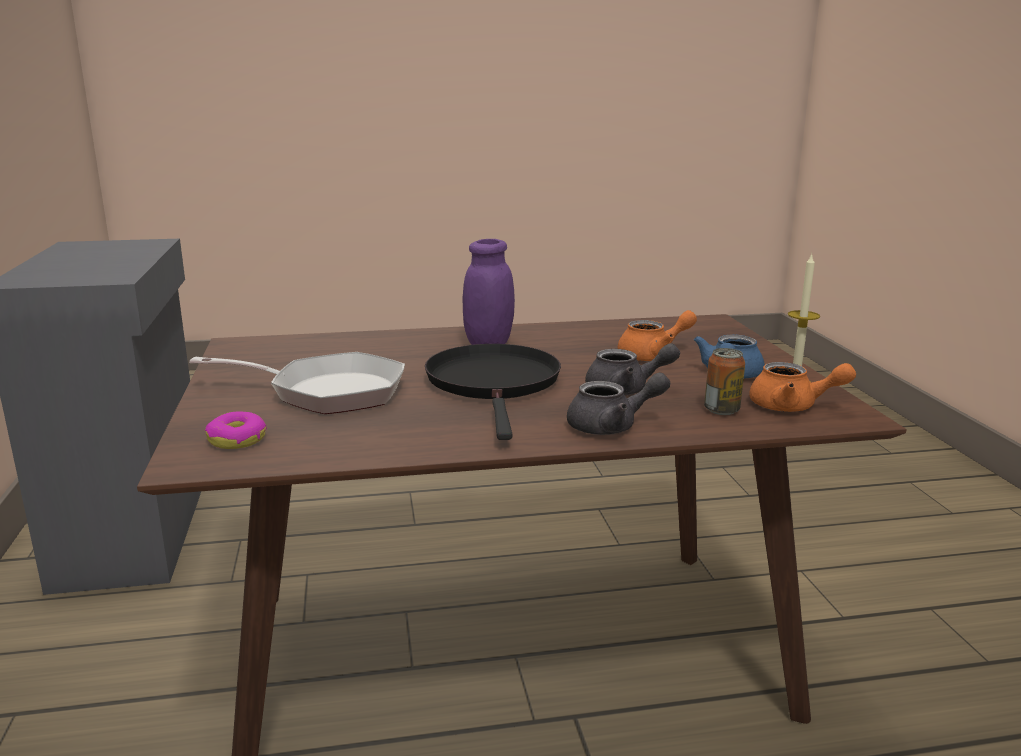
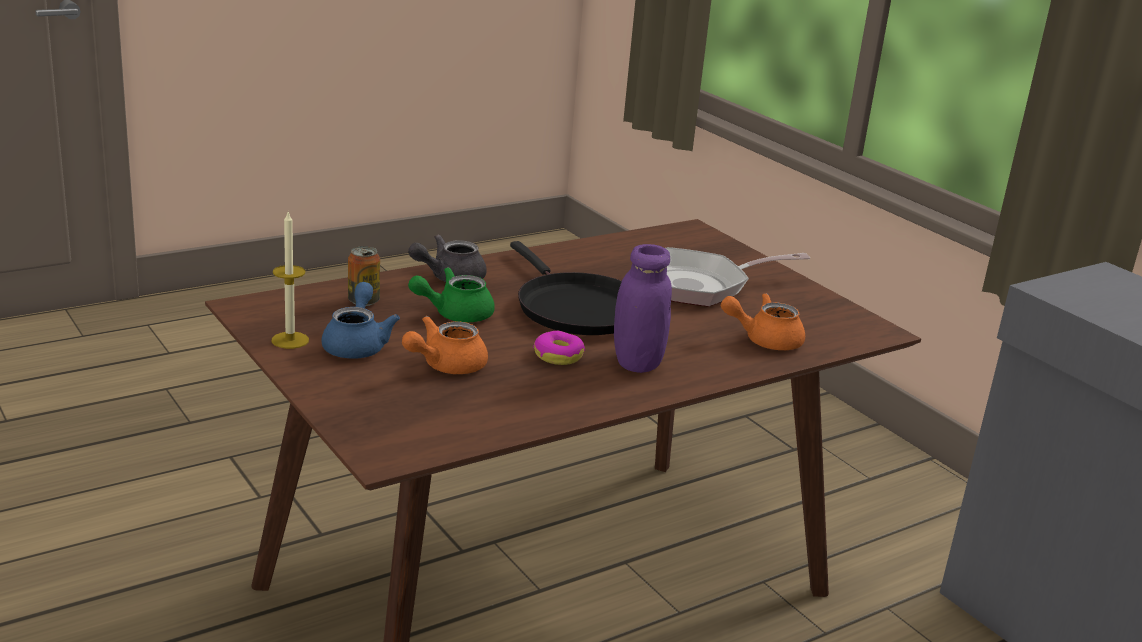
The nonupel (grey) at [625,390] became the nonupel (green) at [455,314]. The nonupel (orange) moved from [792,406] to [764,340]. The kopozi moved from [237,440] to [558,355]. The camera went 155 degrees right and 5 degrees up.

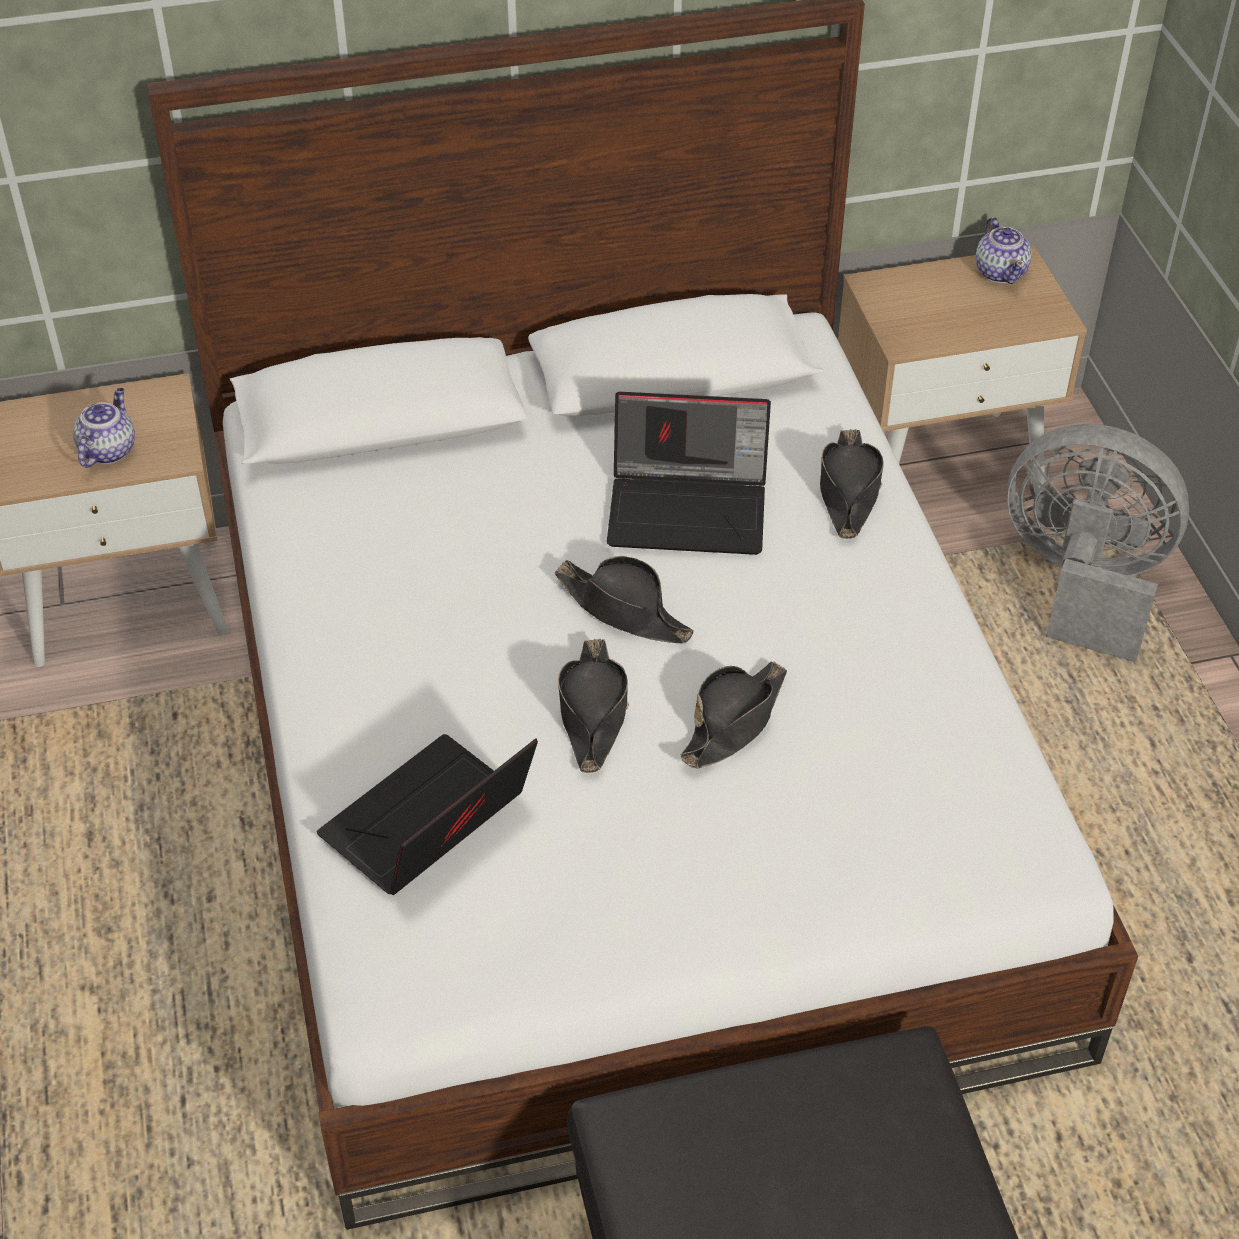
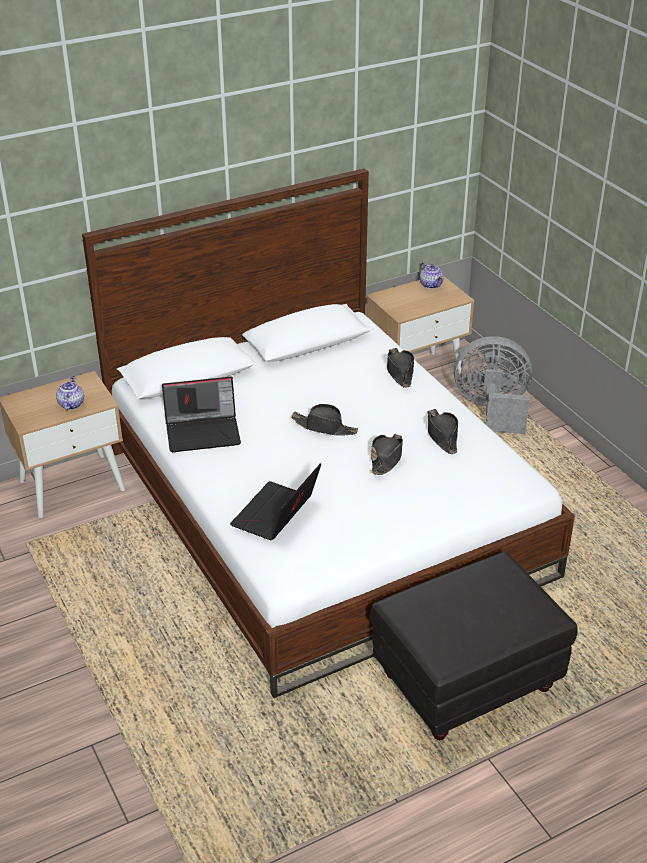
The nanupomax moved from [690,508] to [204,432]. The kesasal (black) moved from [593,713] to [442,435]. The camera went 15 degrees left and 10 degrees down.

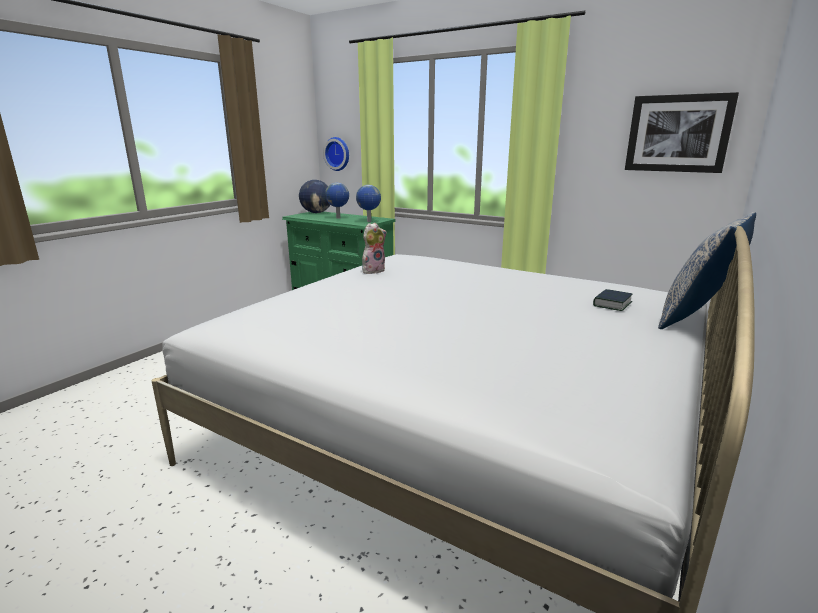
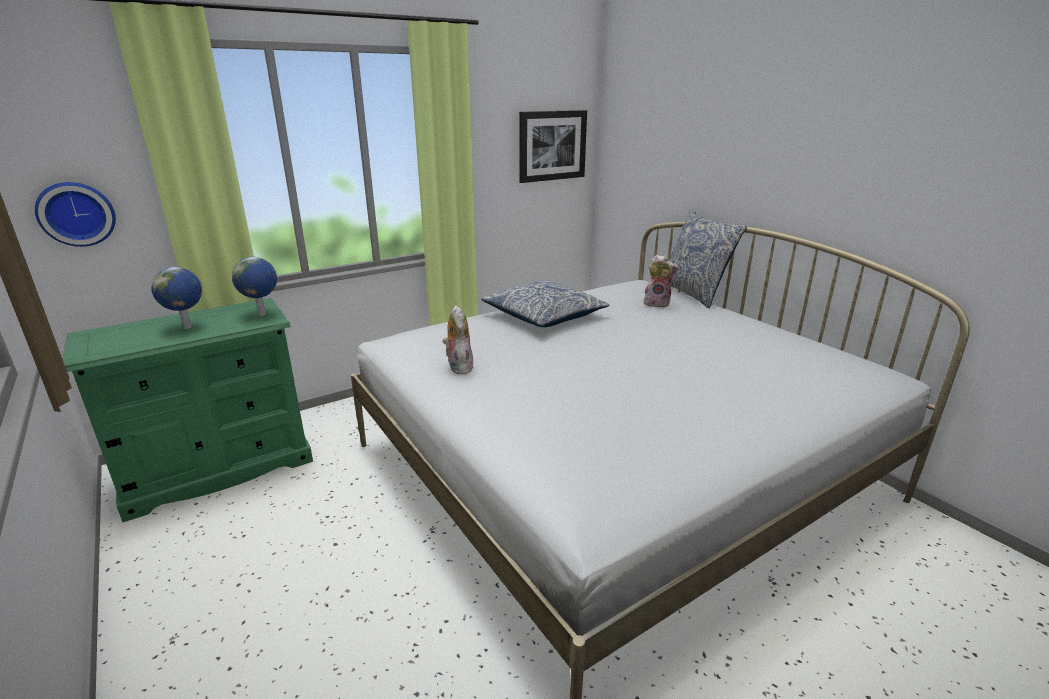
The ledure at [316,213] disappeared. The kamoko at [612,304] was replaced by the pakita at [657,303]. The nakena at [544,315] appeared. The camera went 65 degrees left and 5 degrees up.

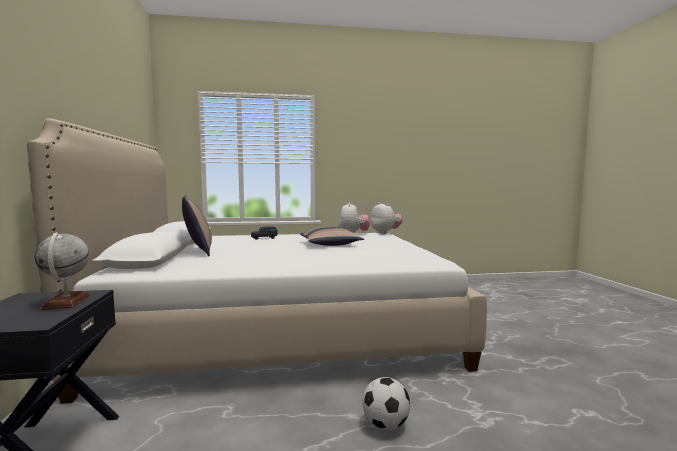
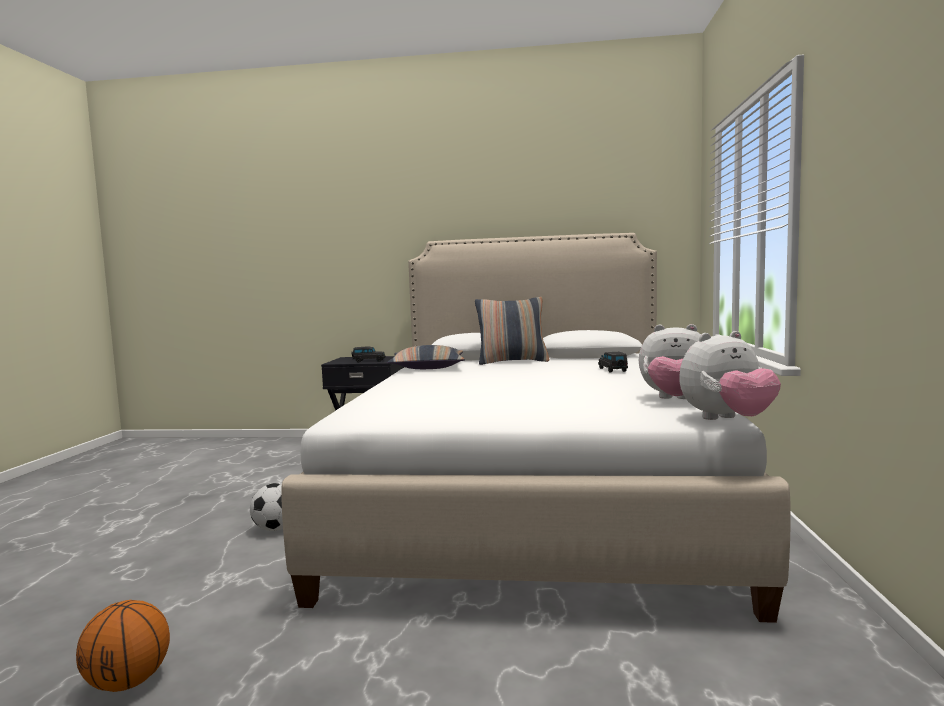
The nakena moved from [330,244] to [428,367]. The ledure at [66,302] was replaced by the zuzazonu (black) at [368,361]. The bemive at [128,682] appeared. The camera went 105 degrees right and 0 degrees up.

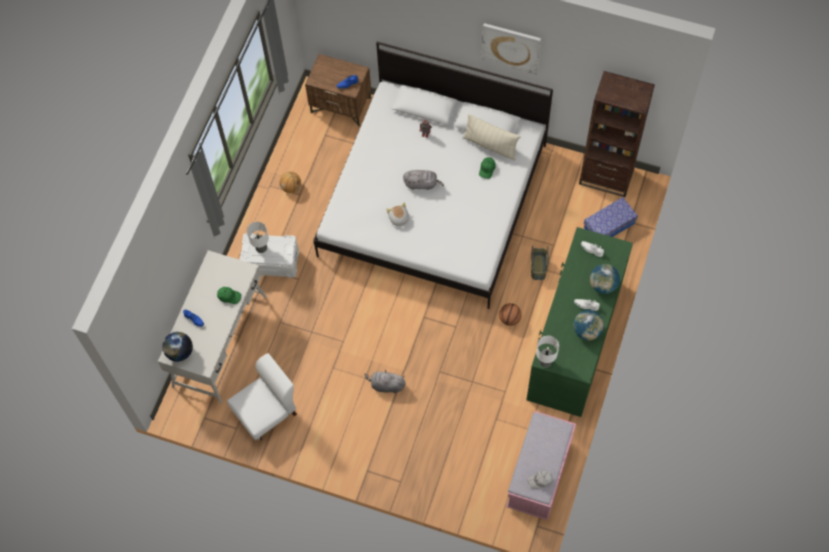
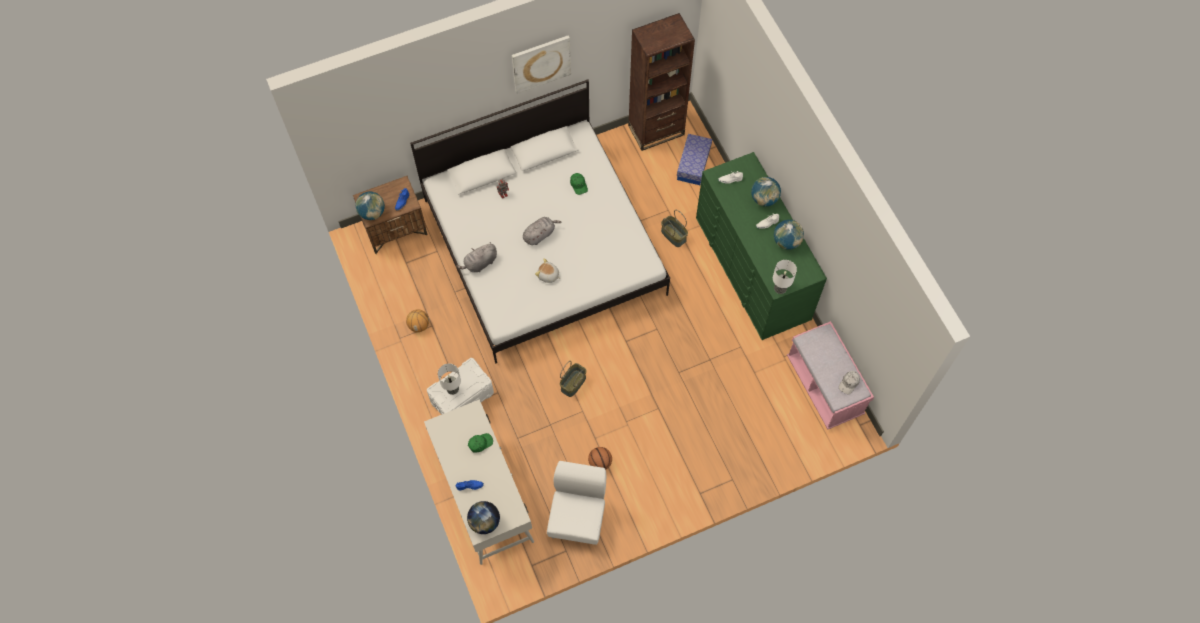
The nakena (beige) at [490,145] disappeared. The bemive moved from [509,318] to [600,462]. The pakita (grey) moved from [386,385] to [480,263]. The ledure at [372,213] appeared. The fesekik at [573,383] appeared. The camera went 45 degrees left and 0 degrees up.

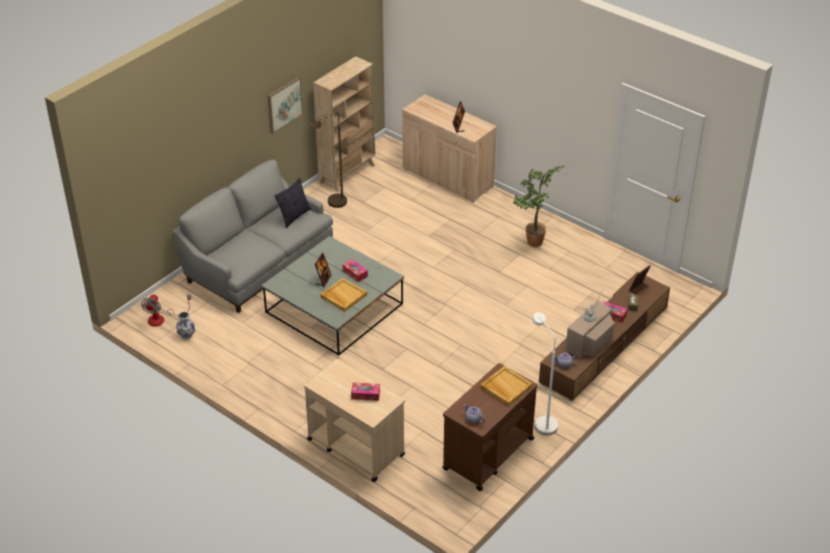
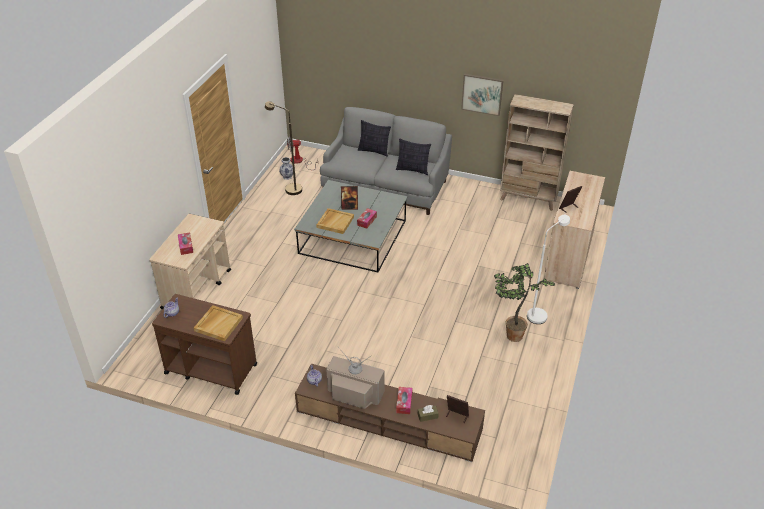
The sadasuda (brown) moved from [333,204] to [289,189]. The sadasuda (white) moved from [542,422] to [539,313]. The nakena at [374,151] appeared. The camera went 70 degrees right and 0 degrees up.

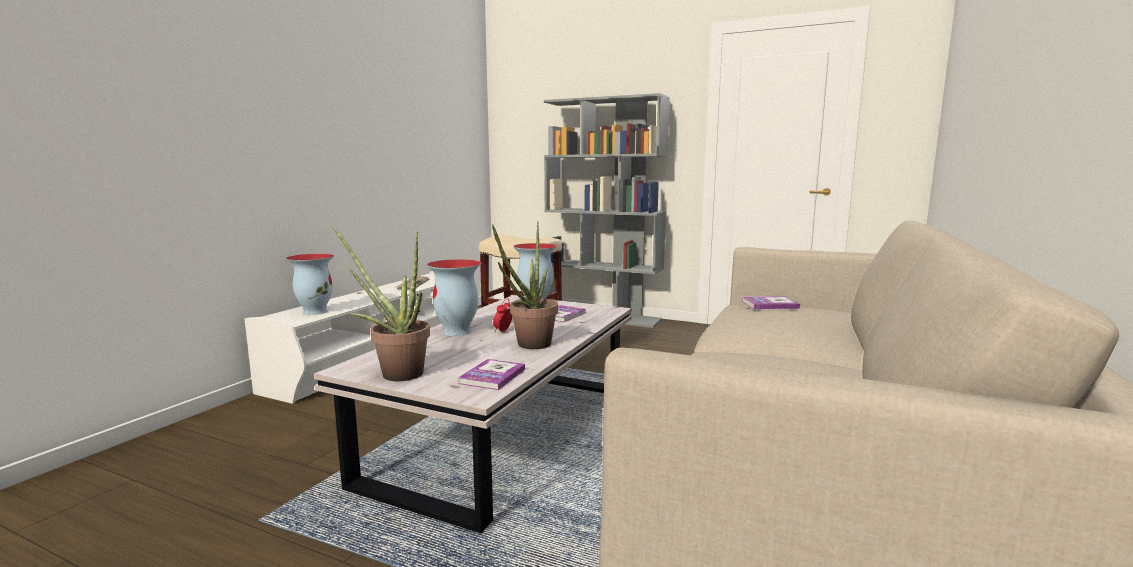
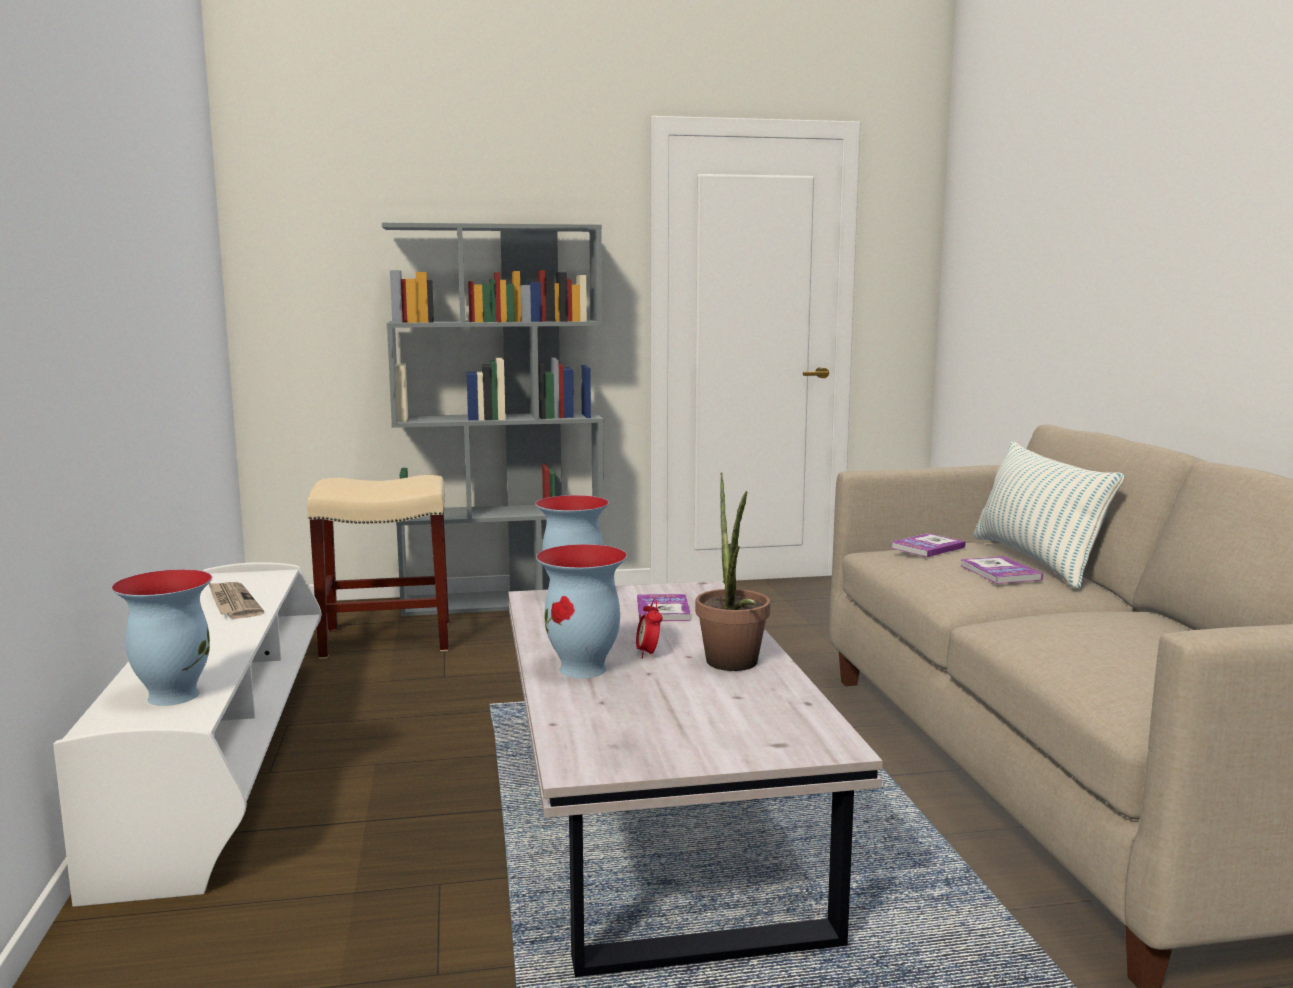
The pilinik at [395,373] disappeared. The kamoko moved from [492,376] to [1000,572]. The nakena at [1035,560] appeared. The camera went 35 degrees left and 0 degrees up.

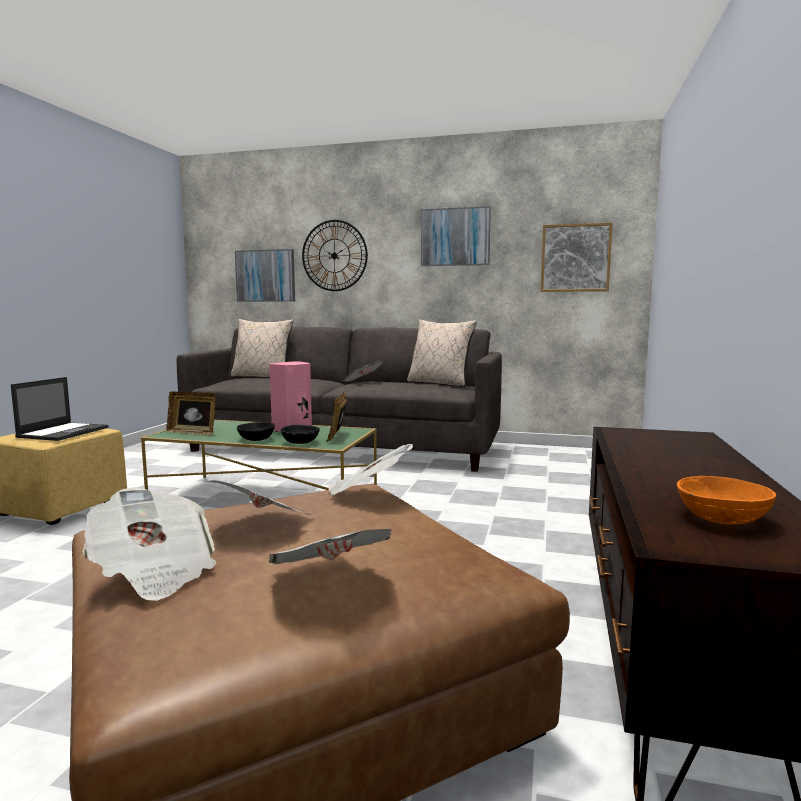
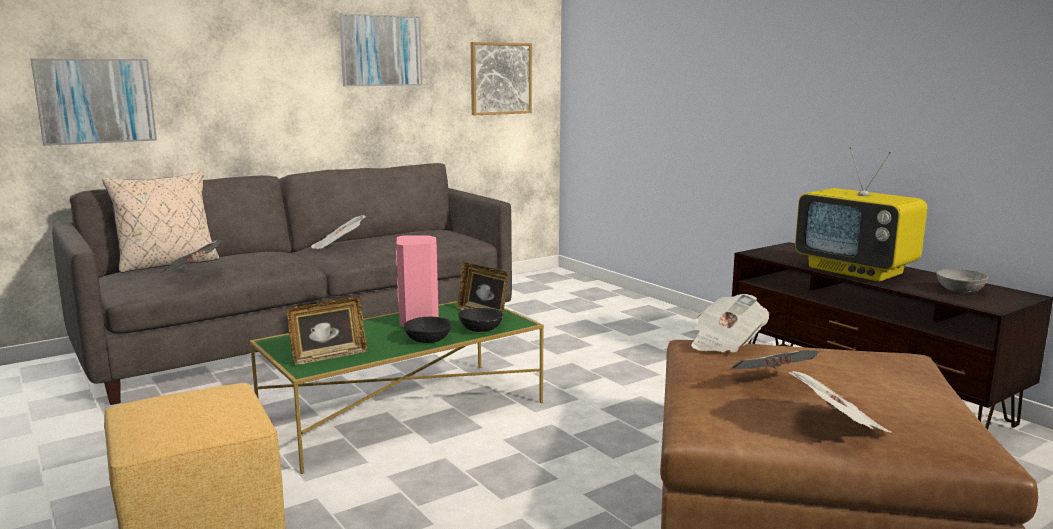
The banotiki at [334,255] disappeared. The nakena (beige) at [439,383] disappeared. The nanupomax at [64,432] disappeared. The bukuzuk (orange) at [723,518] became the bukuzuk (grey) at [960,290]. The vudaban moved from [330,581] to [193,273]. The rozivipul at [856,271] appeared. The camera went 50 degrees left and 5 degrees up.

